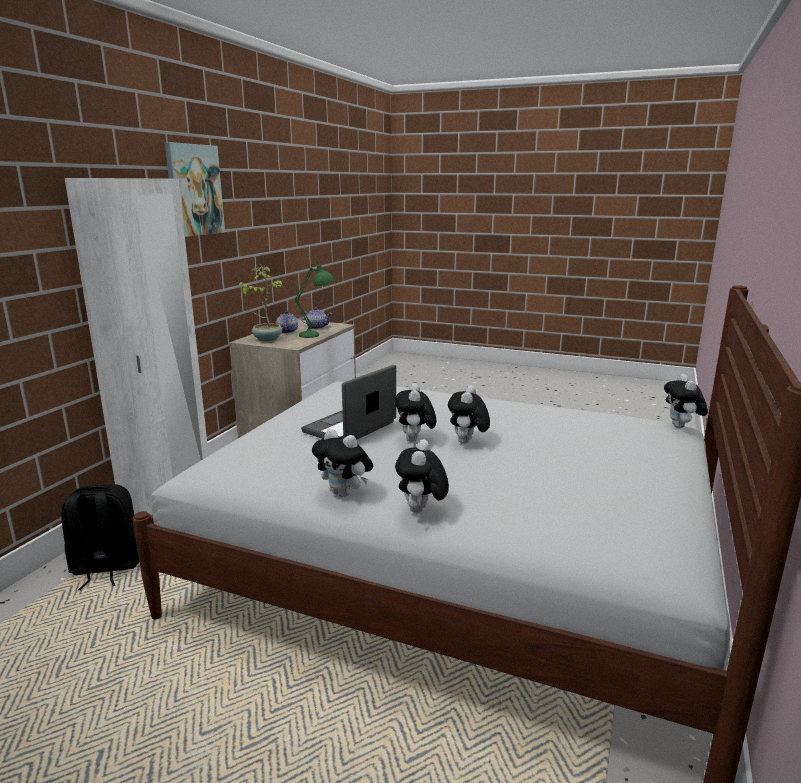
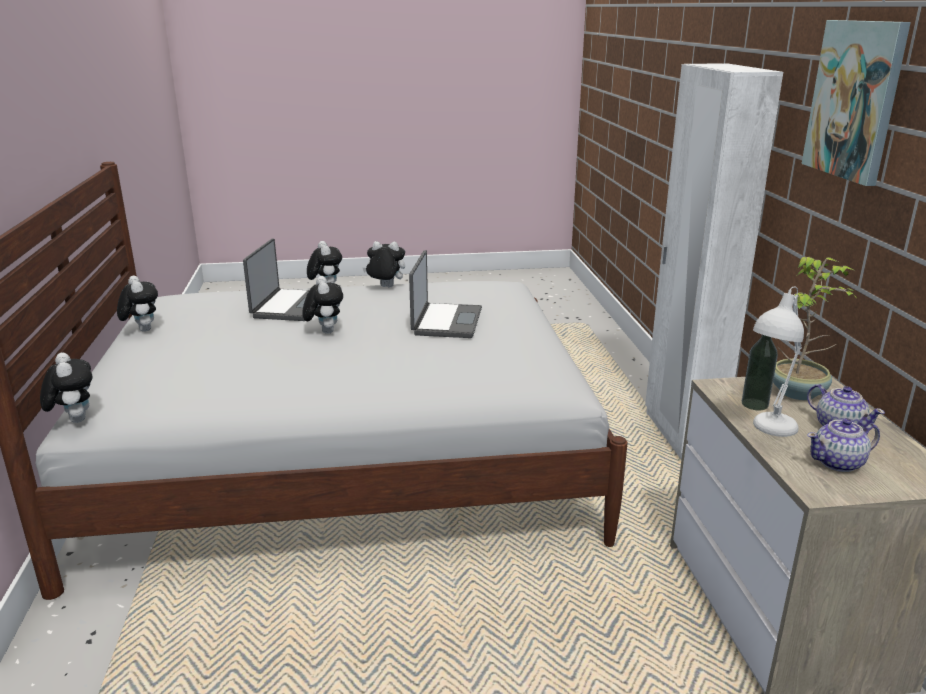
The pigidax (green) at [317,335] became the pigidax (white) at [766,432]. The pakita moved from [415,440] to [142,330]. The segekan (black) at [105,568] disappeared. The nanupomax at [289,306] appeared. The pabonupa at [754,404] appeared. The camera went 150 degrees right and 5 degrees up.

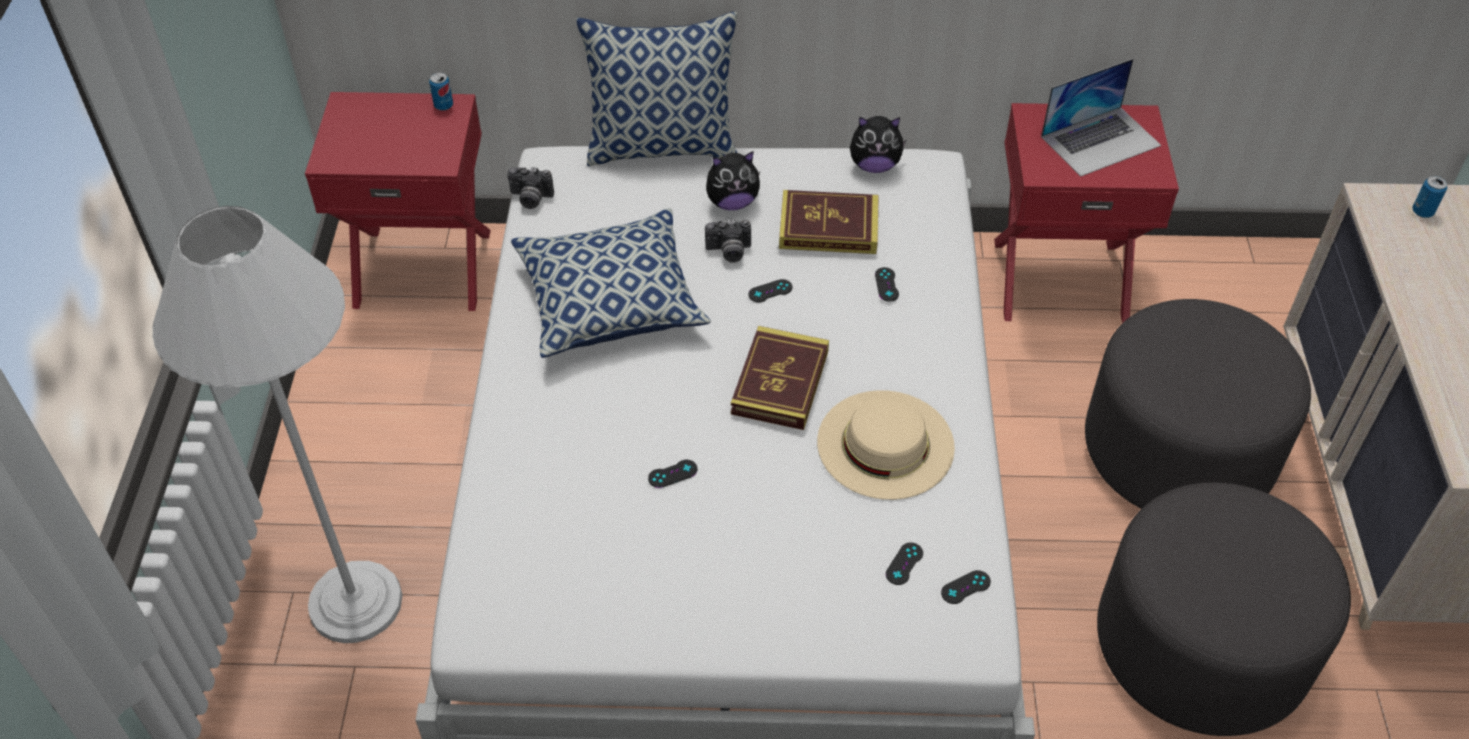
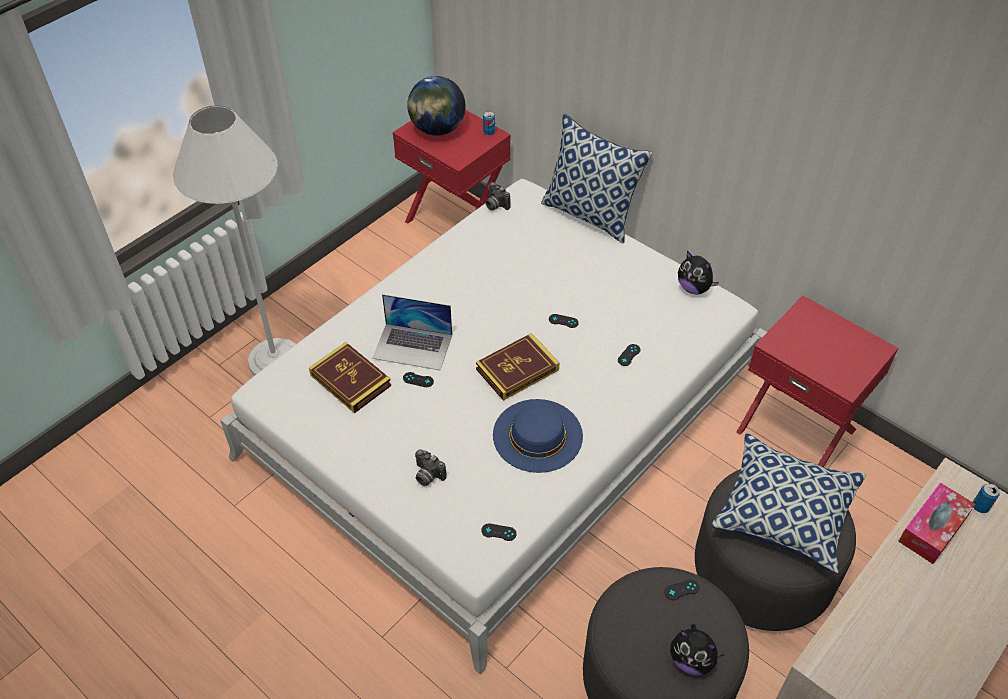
The nanupomax moved from [1100,141] to [413,346]. The pakita moved from [732,202] to [691,660]. The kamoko moved from [828,227] to [350,380]. The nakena moved from [611,301] to [785,512]. The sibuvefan moved from [729,252] to [427,476]. The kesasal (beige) at [885,444] became the kesasal (blue) at [537,435]. The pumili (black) moved from [904,564] to [681,590]. The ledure at [437,129] appeared. The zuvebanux at [932,529] appeared. The camera went 40 degrees right and 0 degrees up.

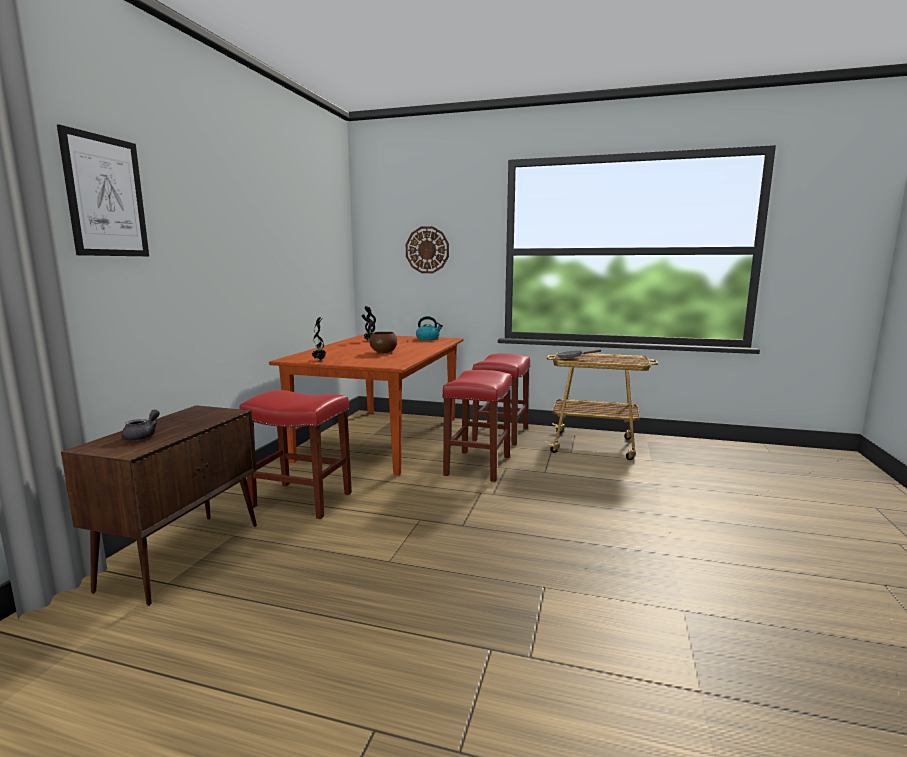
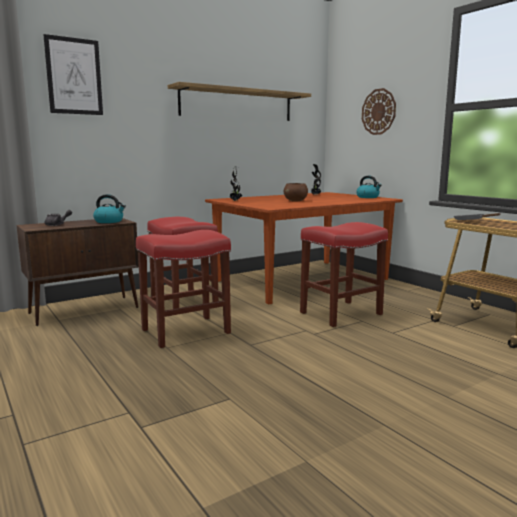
The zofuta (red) moved from [501,434] to [185,332]. The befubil at [237,104] appeared. The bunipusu at [109,221] appeared. The camera went 40 degrees right and 0 degrees up.

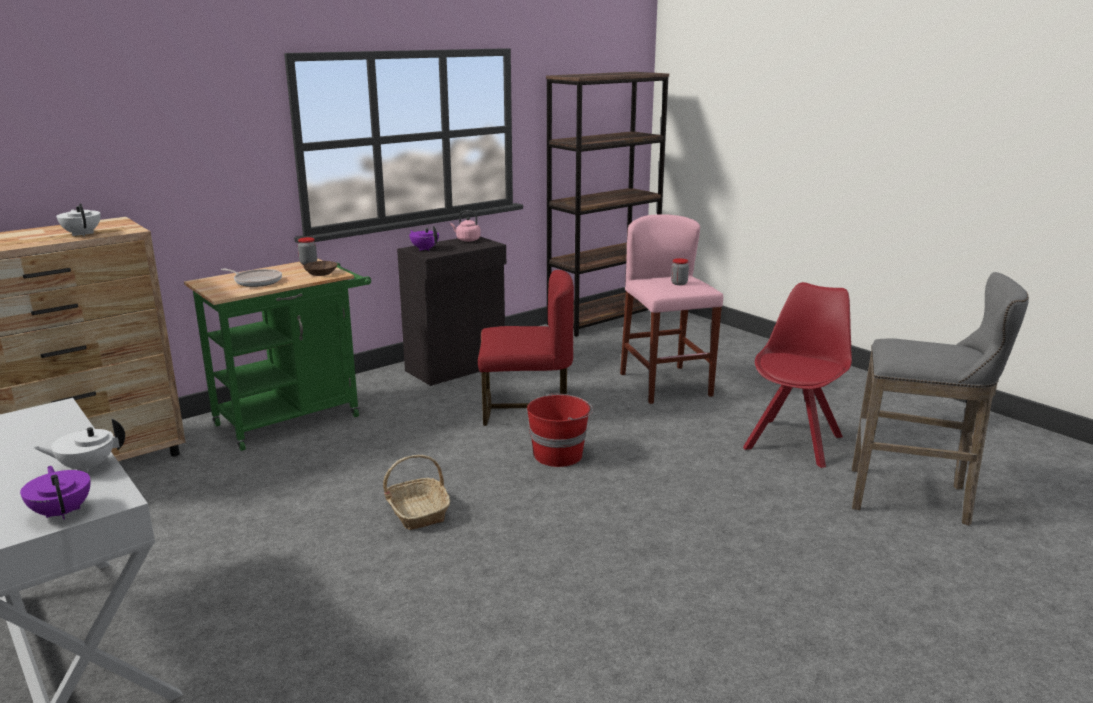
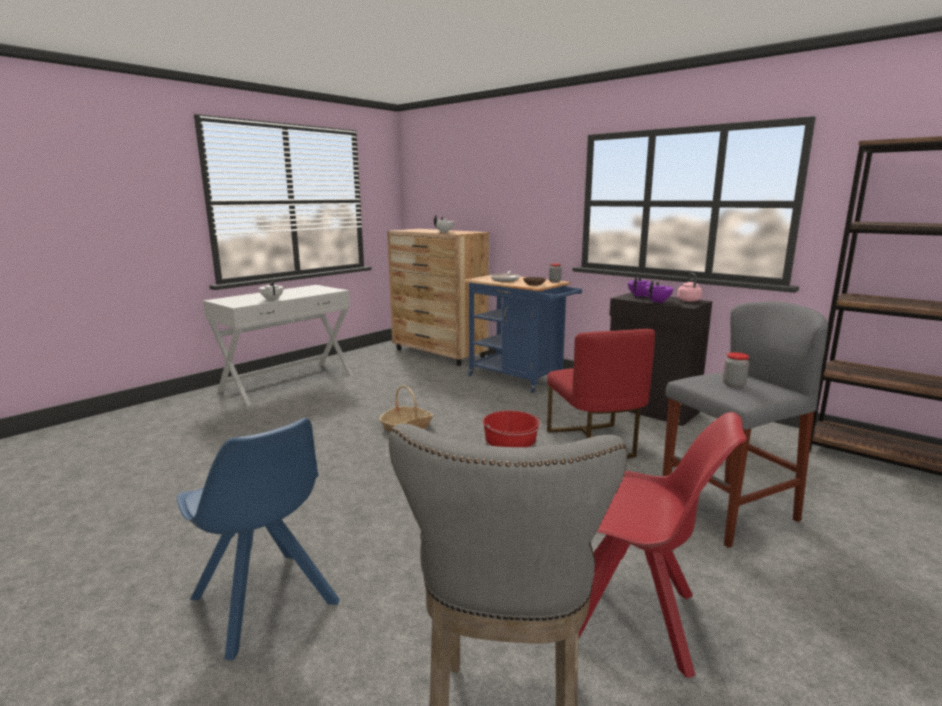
The zofuta (pink) at [665,384] became the zofuta (grey) at [727,511]. The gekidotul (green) at [296,417] became the gekidotul (blue) at [520,379]. The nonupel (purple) moved from [62,512] to [658,301]. The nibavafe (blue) at [266,603] appeared. The camera went 80 degrees right and 5 degrees down.

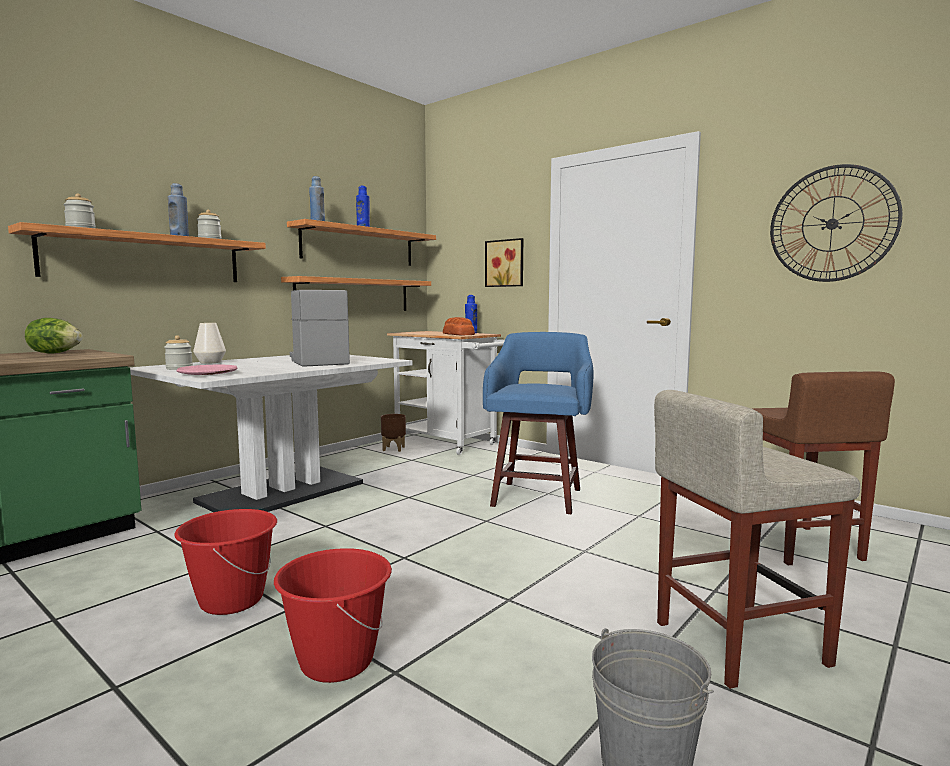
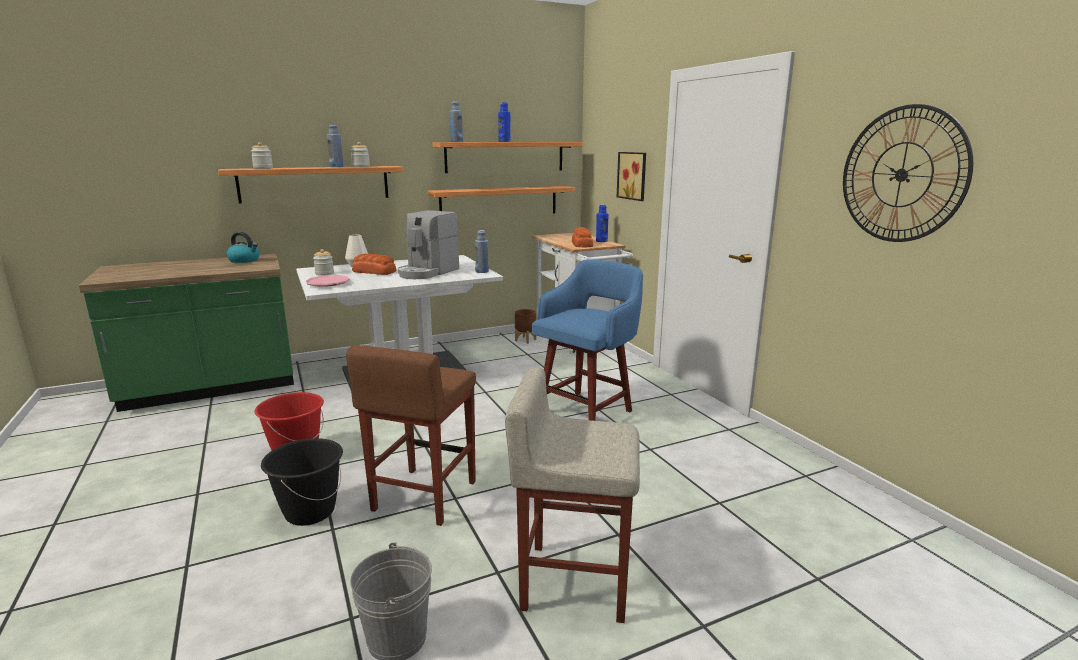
The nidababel at [317,362] turned 150 degrees counterclockwise. The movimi at [55,353] was replaced by the bunipusu at [245,260]. The zofuta (brown) moved from [798,545] to [424,496]. The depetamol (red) at [336,661] became the depetamol (black) at [309,512]. The pabonupa (blue) at [482,271] appeared. The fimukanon at [374,271] appeared. The camera went 25 degrees right and 10 degrees up.

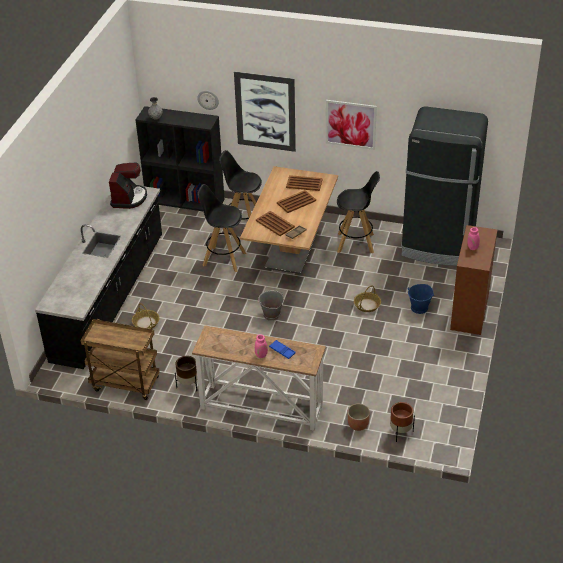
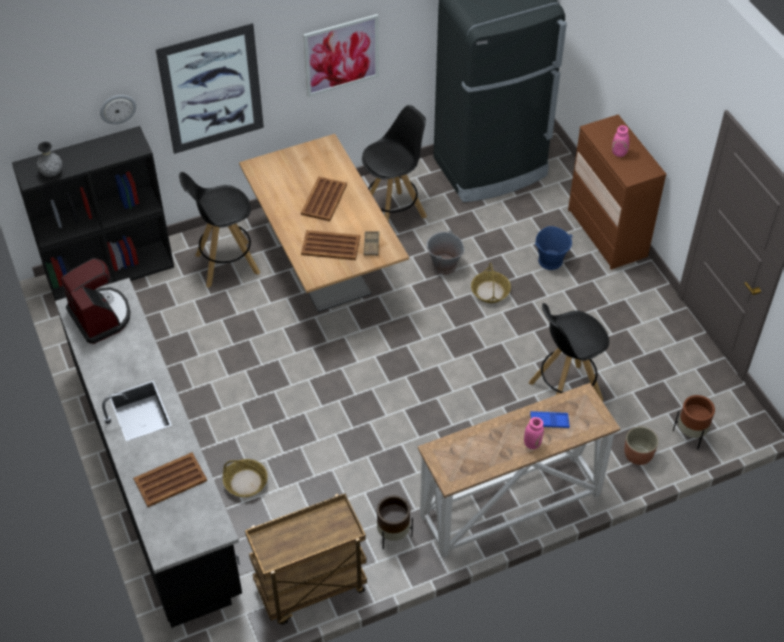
The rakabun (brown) moved from [304,183] to [171,480]. The zofuta (black) moved from [223,259] to [564,392]. The depetamol (grey) moved from [271,315] to [444,266]. The camera went 40 degrees left and 10 degrees up.

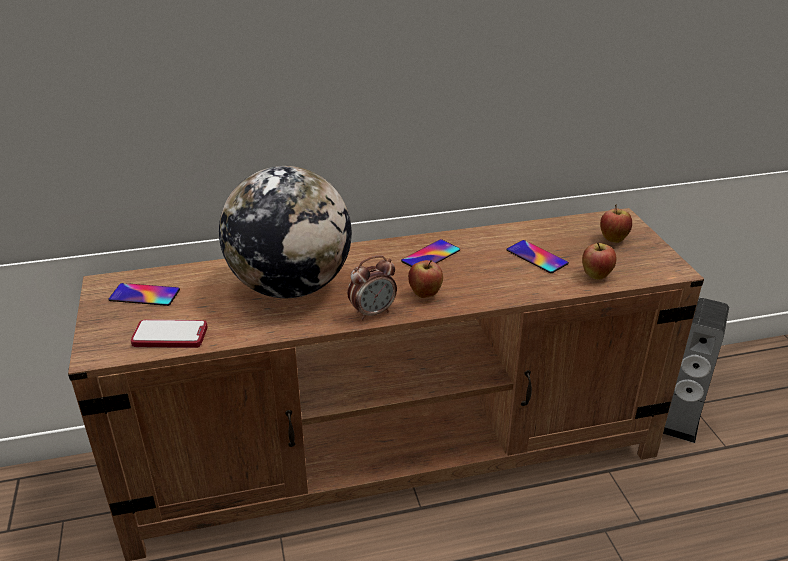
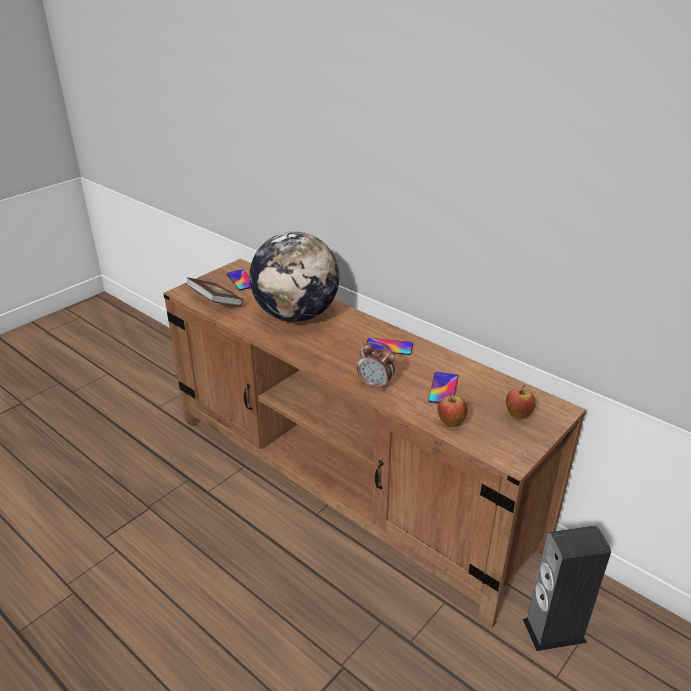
The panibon moved from [373,312] to [375,384]. The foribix at [425,294] disappeared. The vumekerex at [170,336] was replaced by the kamoko at [215,302]. The camera went 55 degrees right and 0 degrees up.

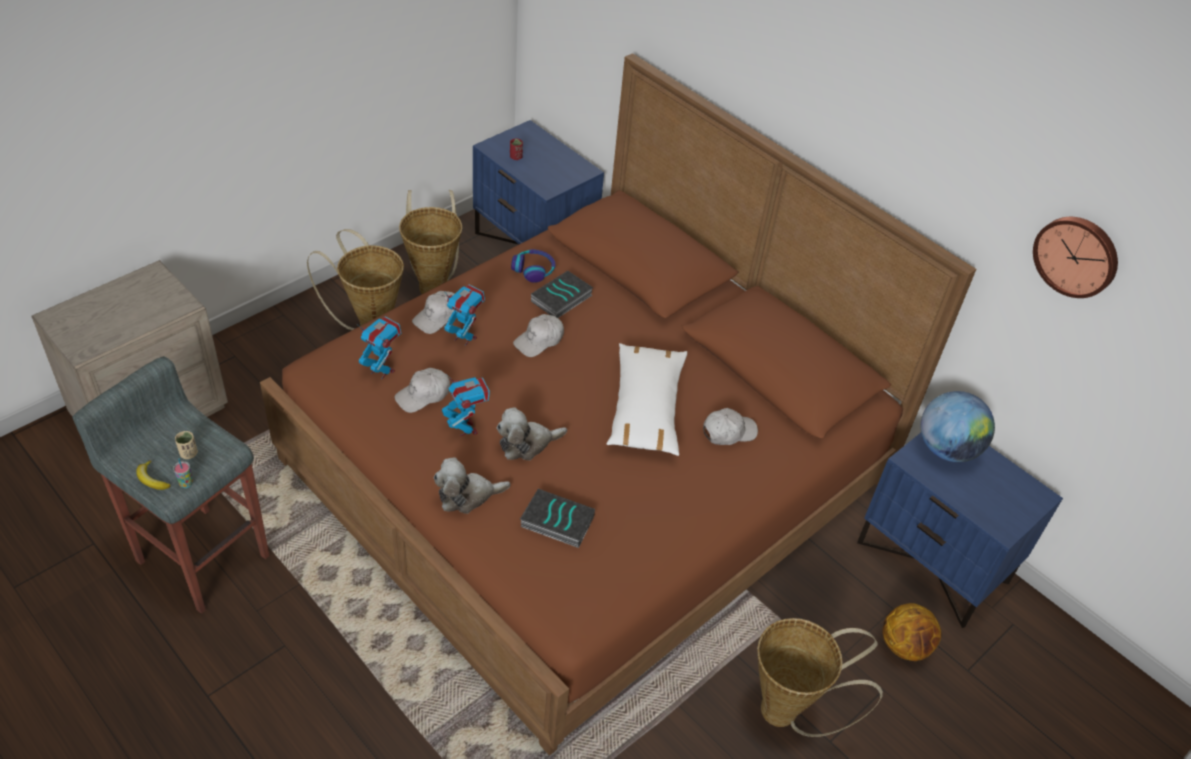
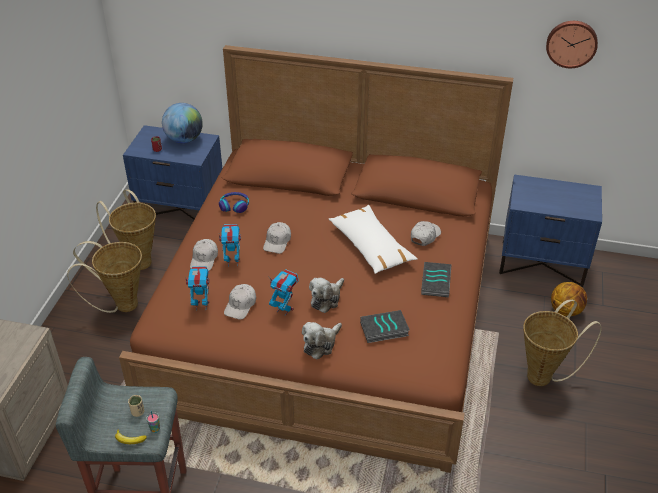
The kamoko moved from [562,299] to [436,282]. The ledure moved from [947,449] to [184,139]. The camera went 30 degrees left and 5 degrees down.

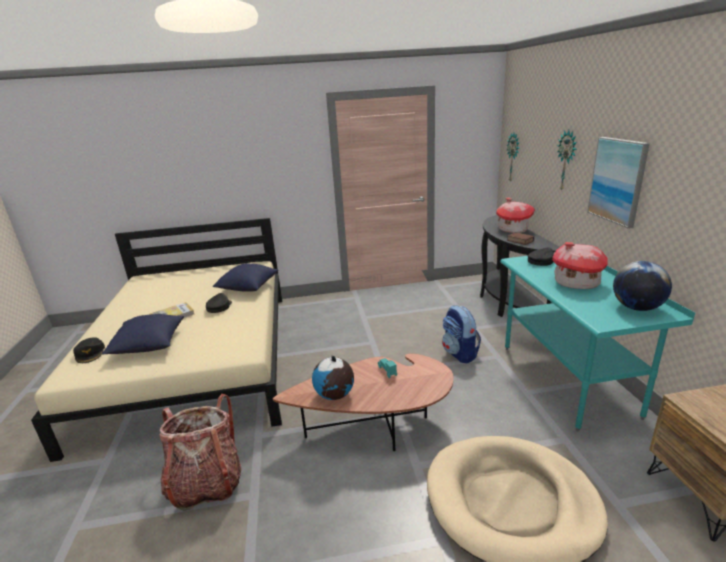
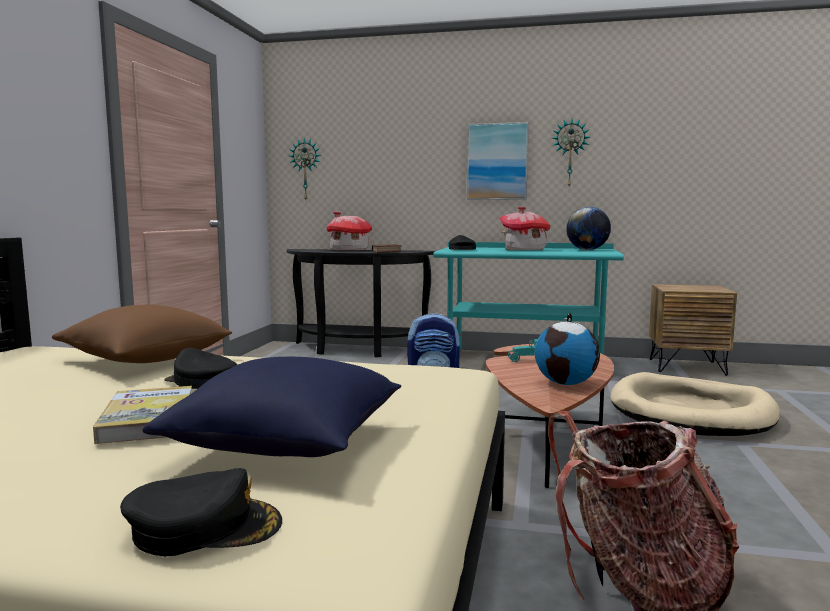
The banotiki moved from [567,161] to [570,153]. The nakena (blue) at [248,287] became the nakena (brown) at [146,361]. The camera went 70 degrees left and 15 degrees down.

